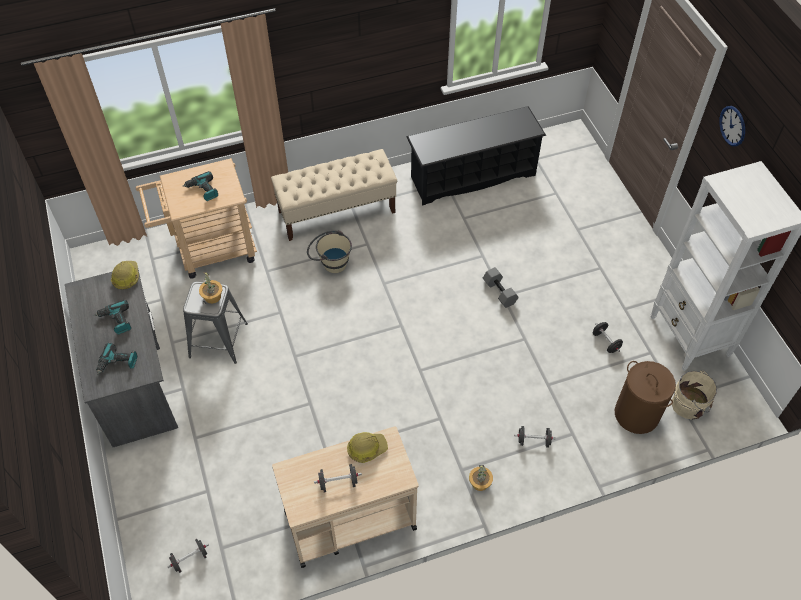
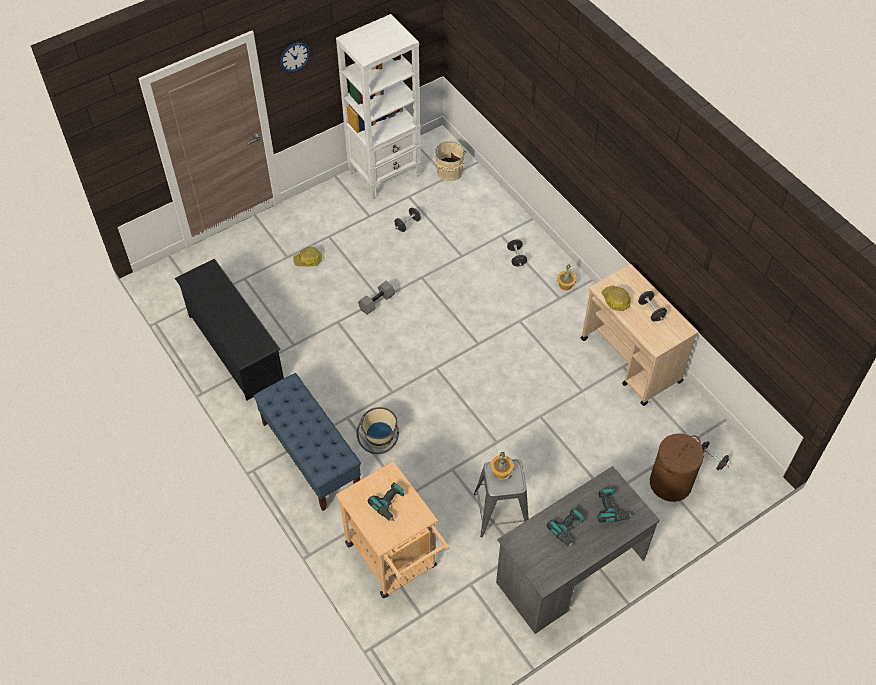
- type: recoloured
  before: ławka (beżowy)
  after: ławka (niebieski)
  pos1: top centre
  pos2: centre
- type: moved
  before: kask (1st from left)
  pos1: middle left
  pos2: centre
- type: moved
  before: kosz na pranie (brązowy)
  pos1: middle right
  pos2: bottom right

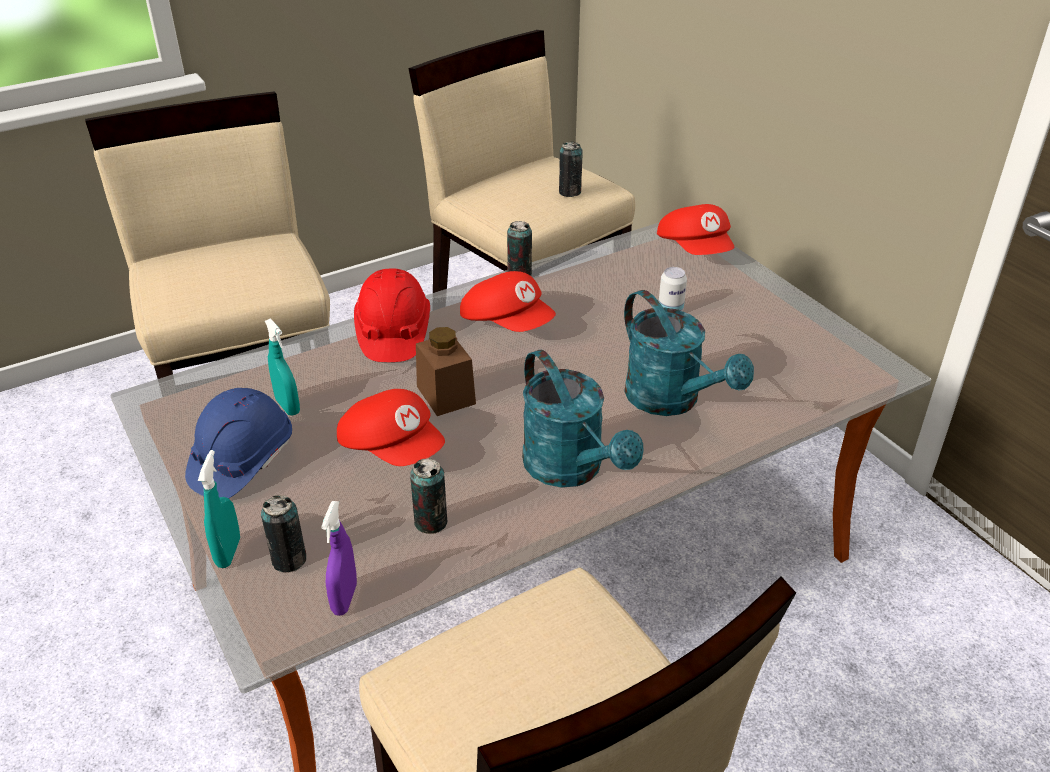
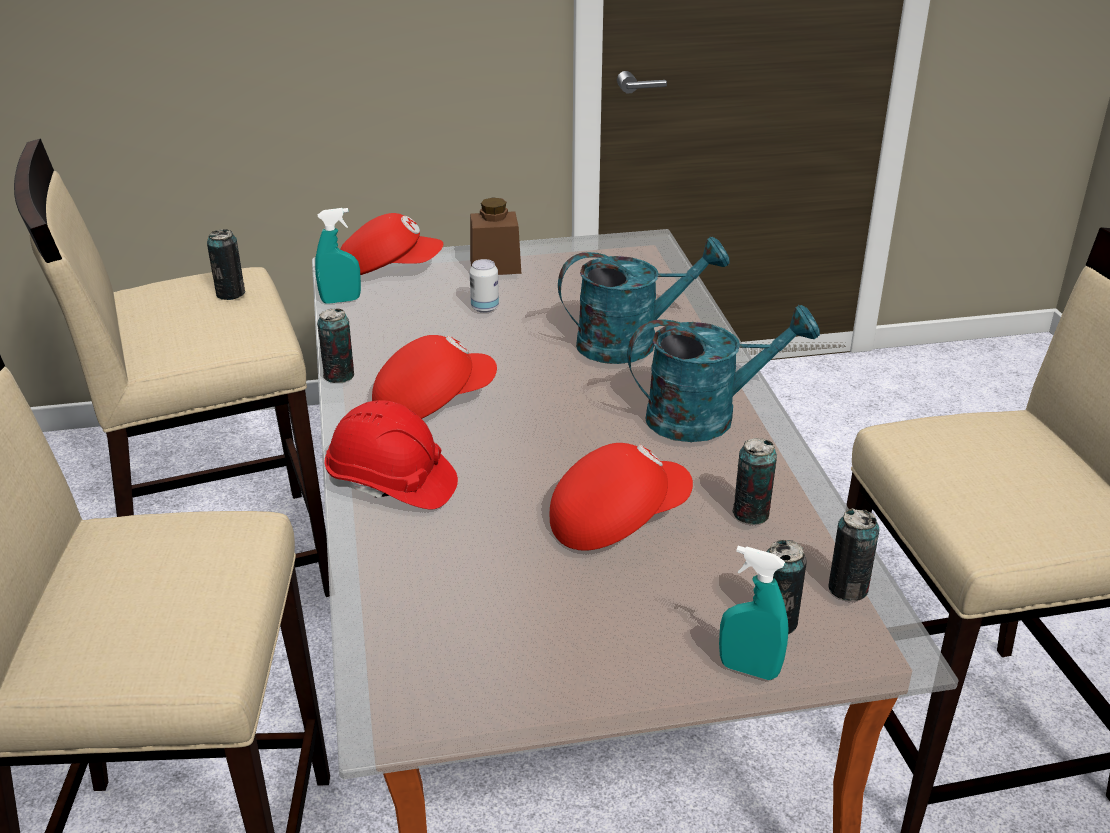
- type: moved
  before: spryskiwacz (turkusowy) (2nd from left in the first image)
  after: spryskiwacz (turkusowy) (1st from left)
  pos1: middle left
  pos2: top left
- type: moved
  before: słoik (brązowy)
  pos1: centre
  pos2: top centre
- type: replaced
  before: spryskiwacz (fioletowy)
  after: puszka (6th from left)
  pos1: bottom left
  pos2: middle right
- type: removed
  before: kask (niebieski)
  pos1: middle left

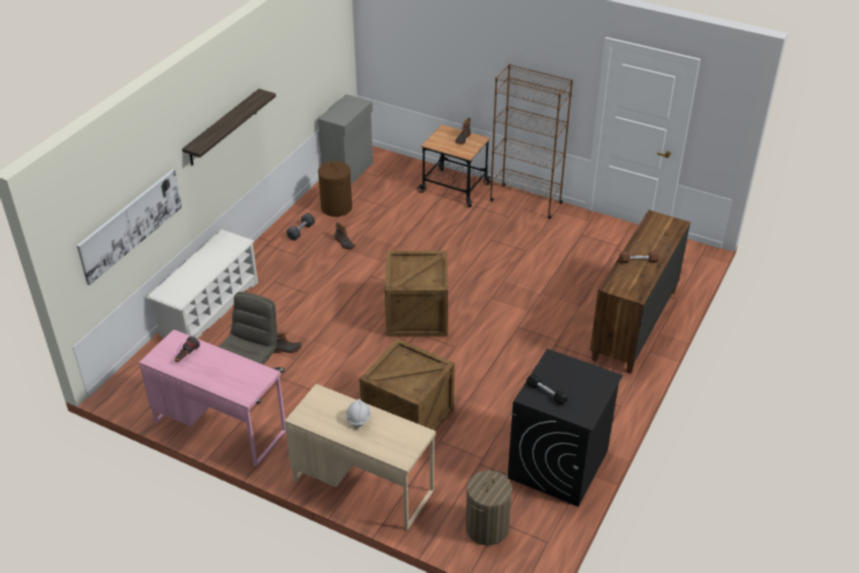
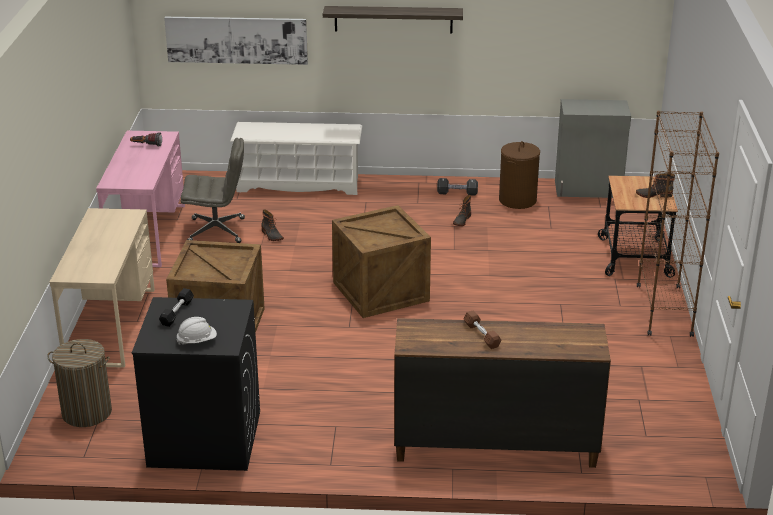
- type: moved
  before: kask (biały)
  pos1: bottom centre
  pos2: middle left

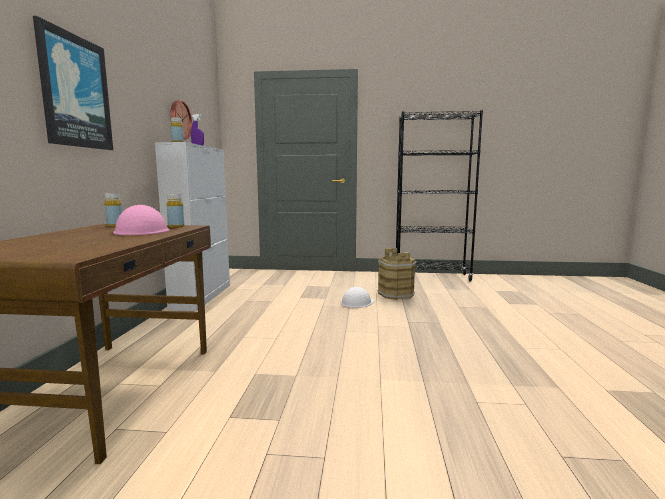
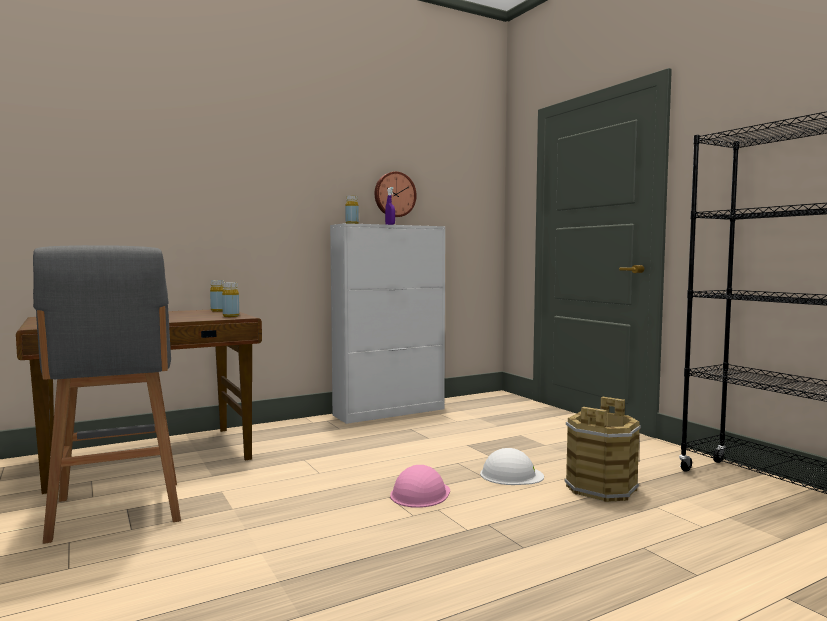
- type: added
  after: stołek (szary)
  pos2: middle left
- type: moved
  before: kask (różowy)
  pos1: middle left
  pos2: bottom centre
- type: removed
  before: obraz
  pos1: top left

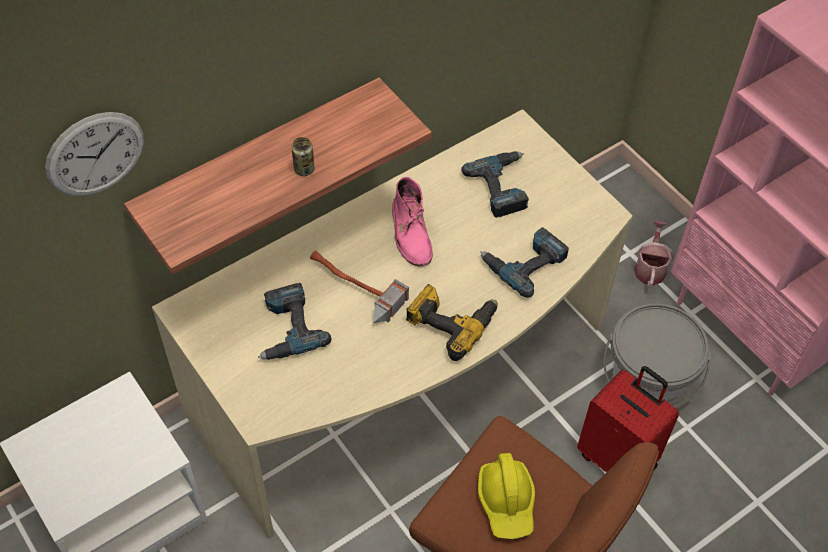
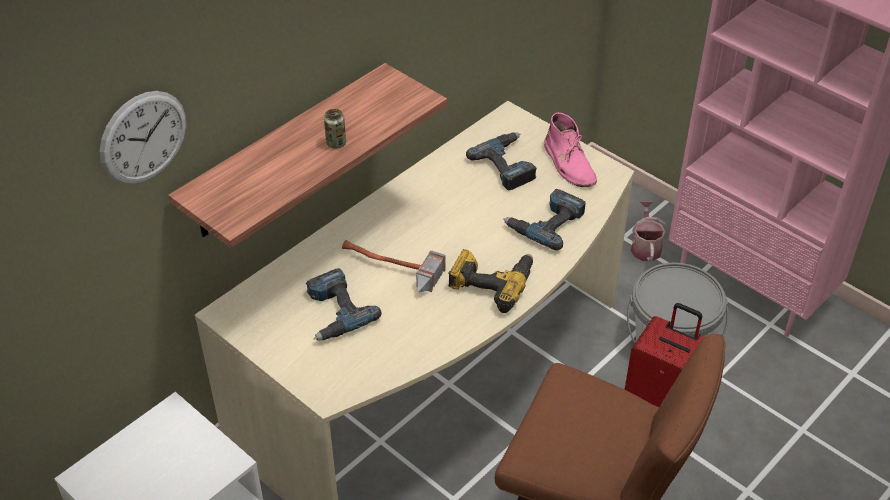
- type: moved
  before: but z cholewką (różowy)
  pos1: centre
  pos2: top centre
- type: removed
  before: kask (żółty)
  pos1: bottom centre

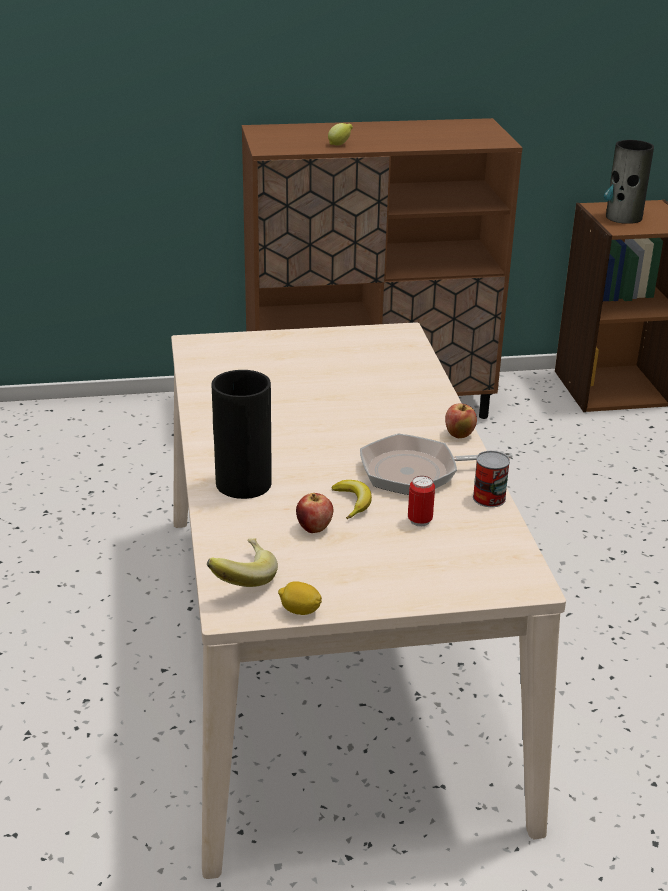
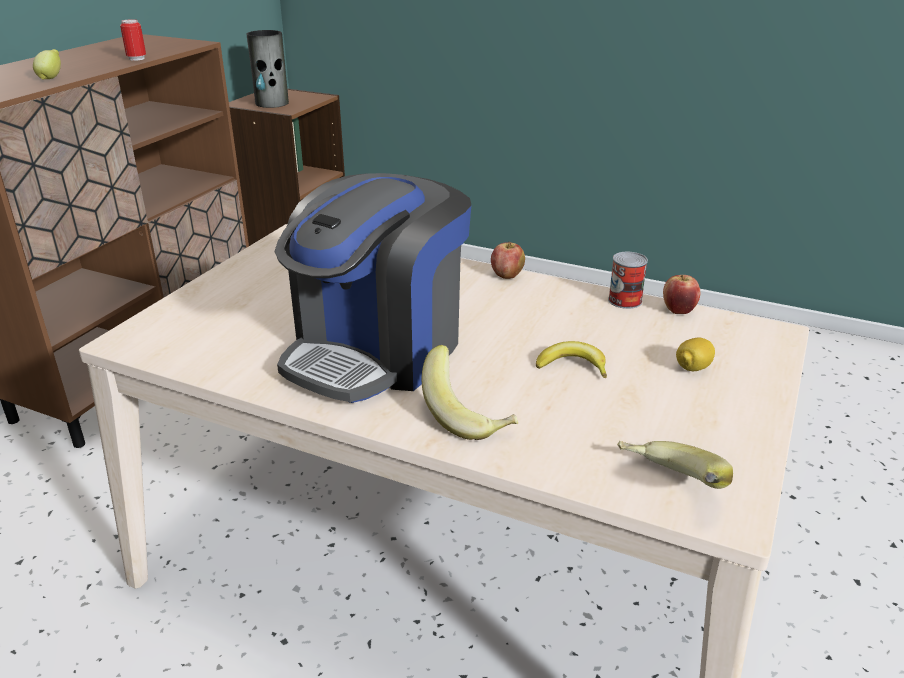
- type: moved
  before: puszka (1st from left)
  pos1: centre
  pos2: top left
- type: added
  after: ekspres do kawy
  pos2: centre
- type: replaced
  before: wazon (1st from left)
  after: banan (1st from left)
  pos1: centre
  pos2: centre
- type: moved
  before: jabłko (1st from left in the first image)
  after: jabłko (2nd from left)
  pos1: centre
  pos2: middle right
- type: moved
  before: cytryna (1st from left in the first image)
  after: cytryna (2nd from left)
  pos1: bottom centre
  pos2: middle right
- type: removed
  before: patelnia
  pos1: centre

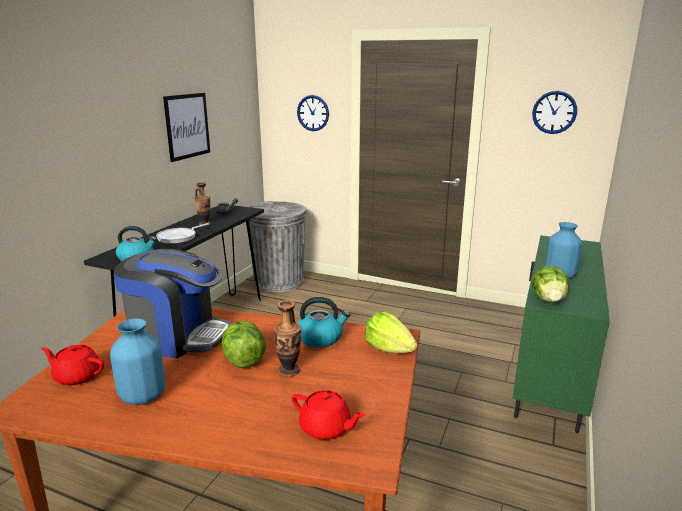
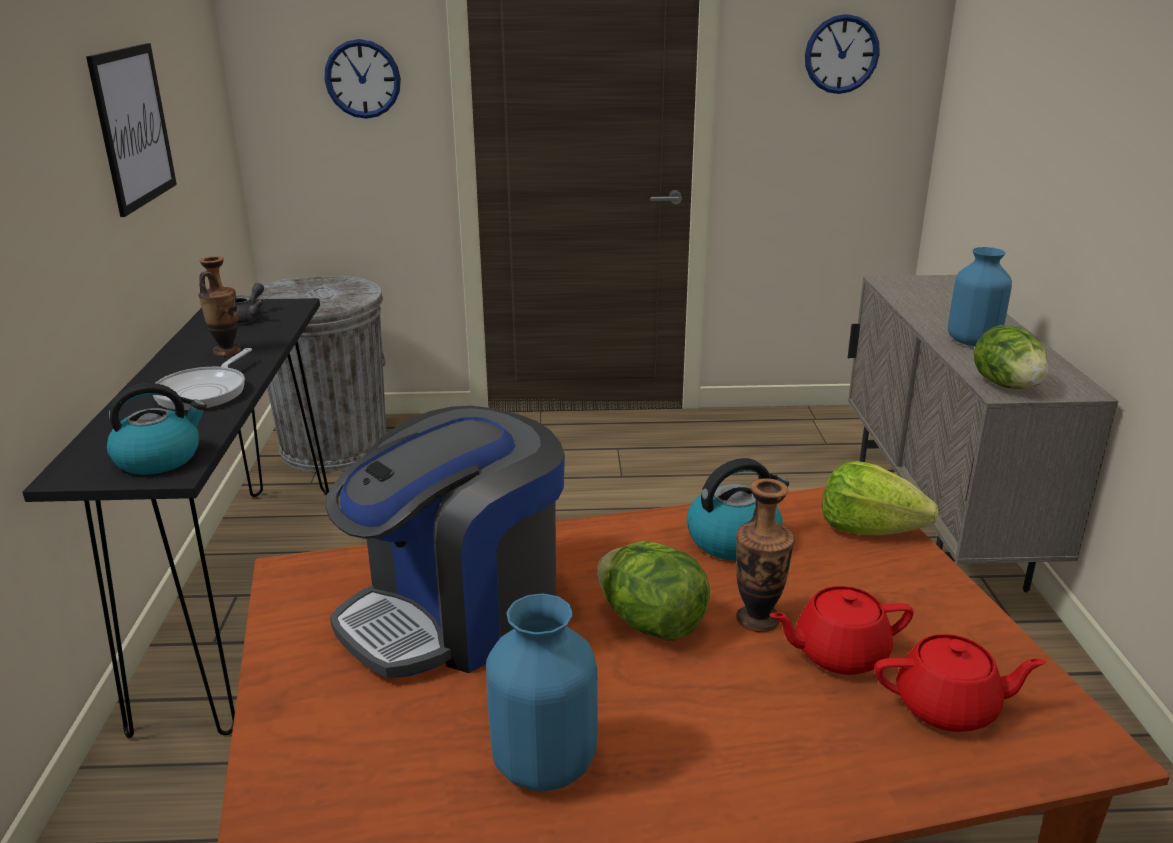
- type: turned
  before: ekspres do kawy
  pos1: middle left
  pos2: centre
  turn: 150
- type: moved
  before: imbryk (czerwony) (1st from left)
  pos1: bottom left
  pos2: bottom right
- type: recoloured
  before: szafka (zielony)
  after: szafka (beżowy)
  pos1: middle right
  pos2: middle right

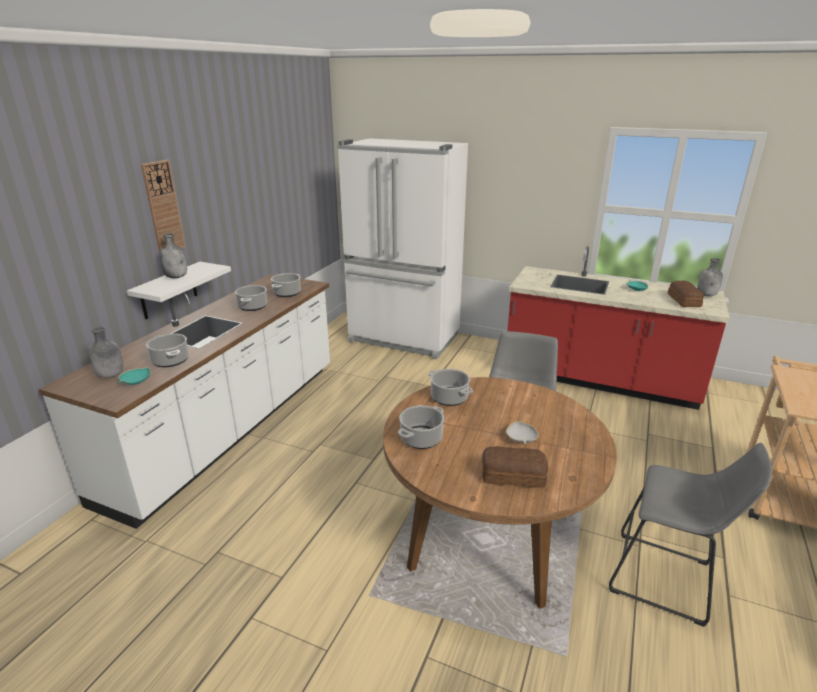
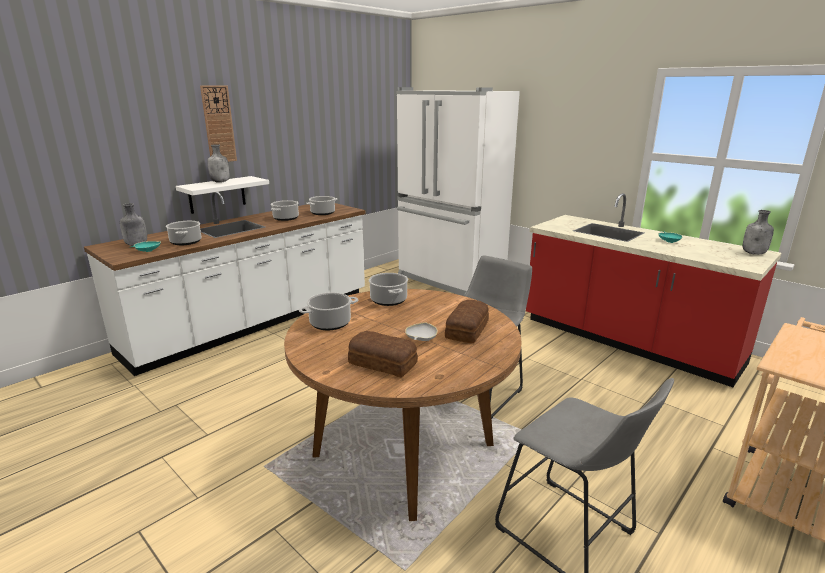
- type: moved
  before: chleb (2nd from left)
  pos1: middle right
  pos2: centre

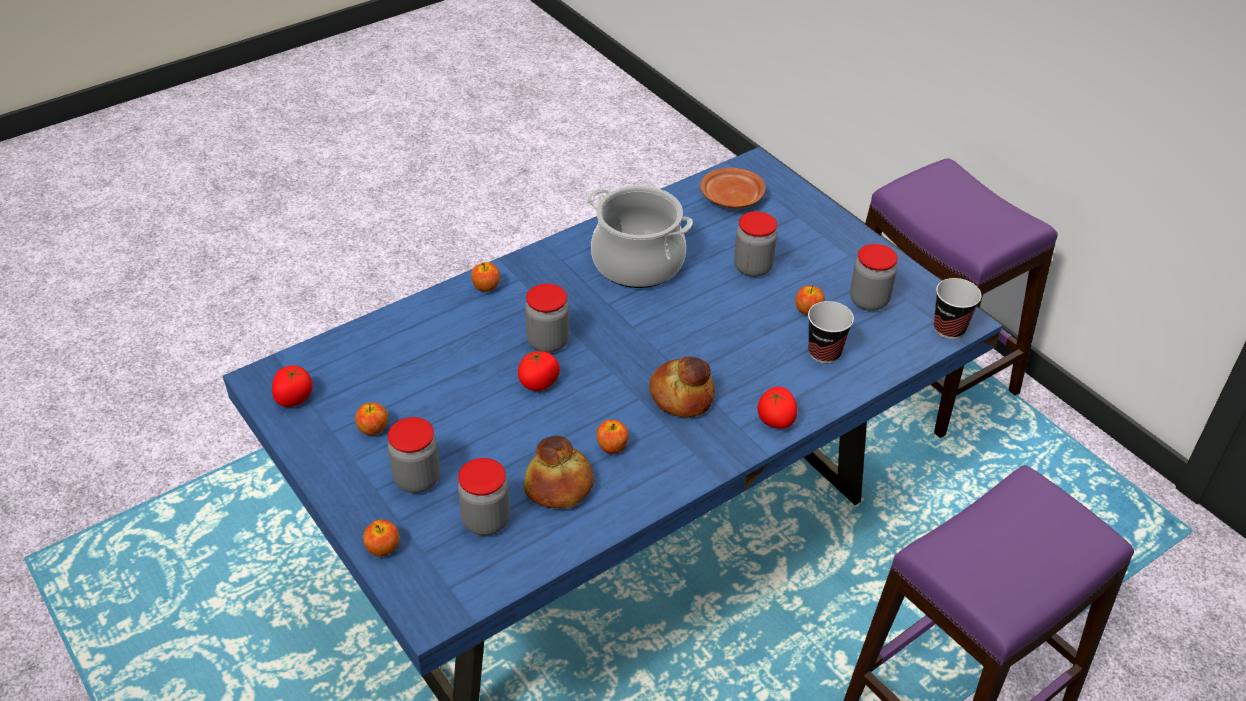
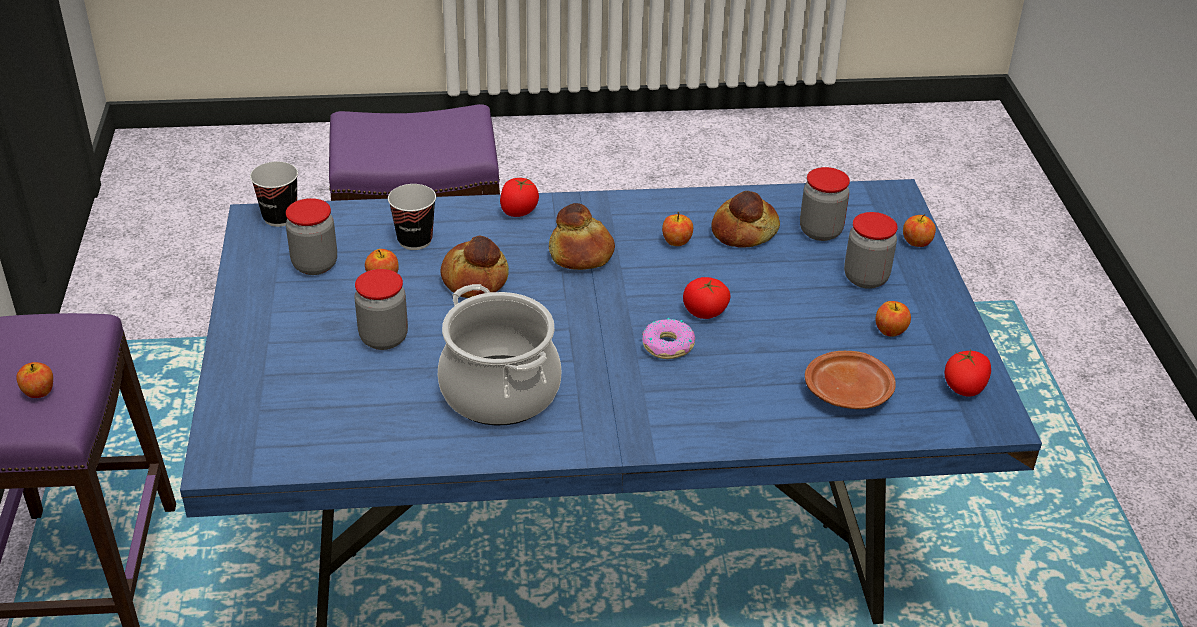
- type: moved
  before: jabłko (3rd from left in the first image)
  after: jabłko (1st from left)
  pos1: centre
  pos2: middle left
- type: added
  after: chleb (1st from left)
  pos2: centre
- type: replaced
  before: słoik (3rd from left)
  after: donut
  pos1: centre
  pos2: centre
- type: moved
  before: talerz (brązowy)
  pos1: top centre
  pos2: middle right

